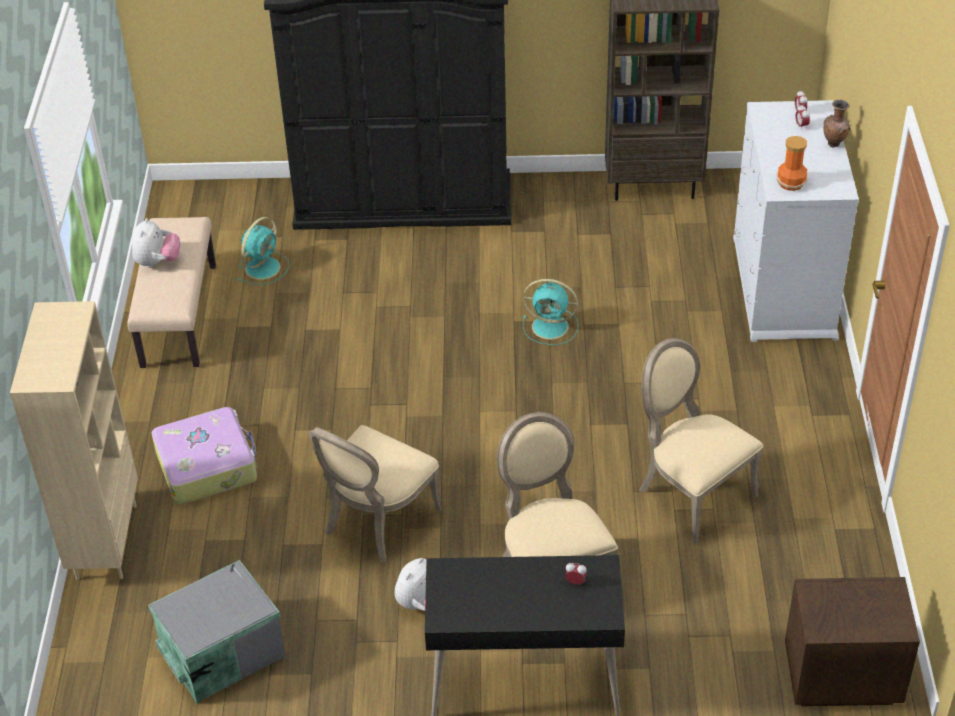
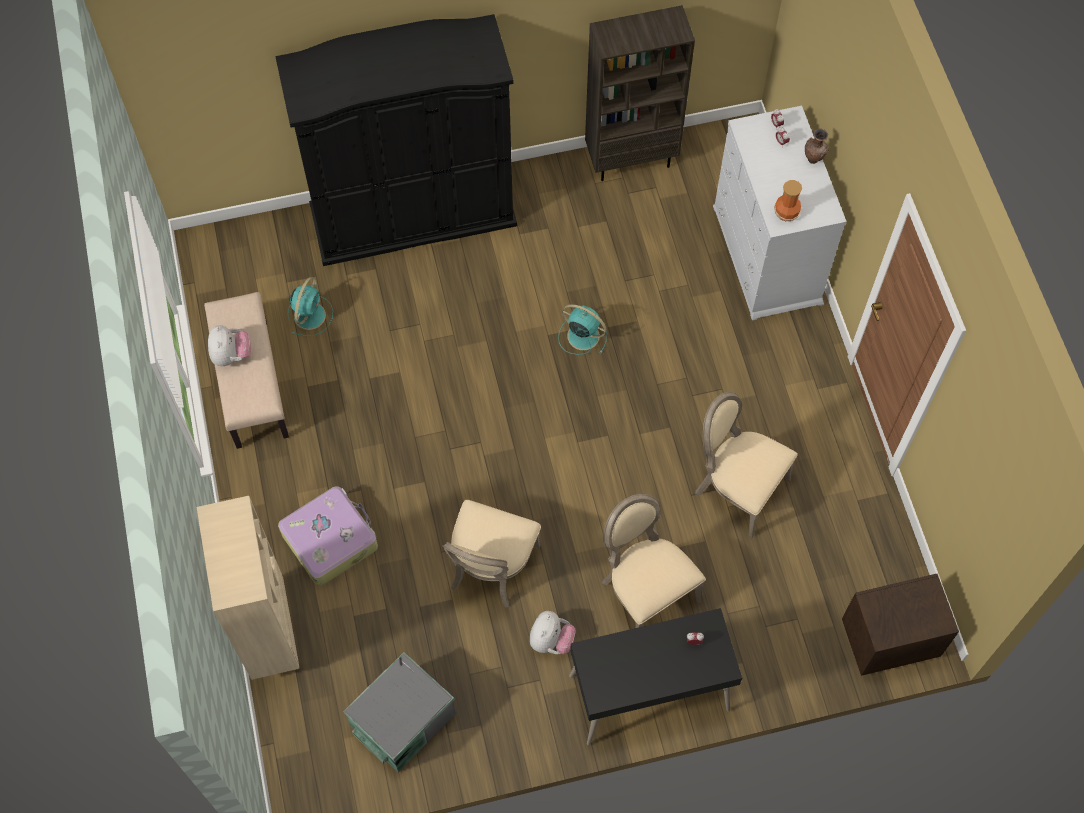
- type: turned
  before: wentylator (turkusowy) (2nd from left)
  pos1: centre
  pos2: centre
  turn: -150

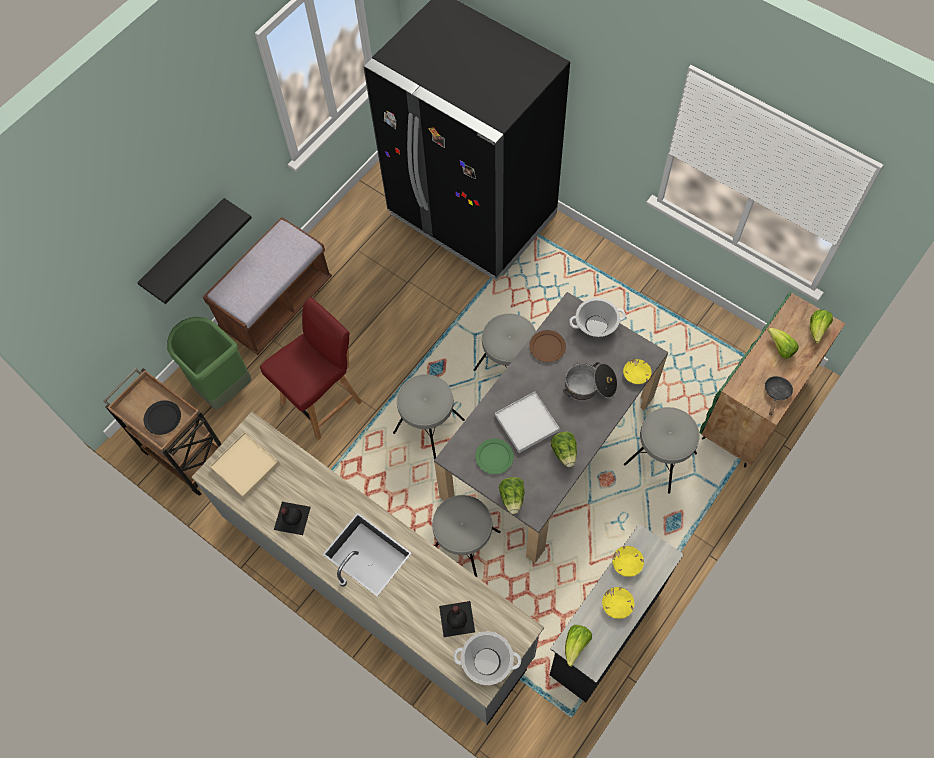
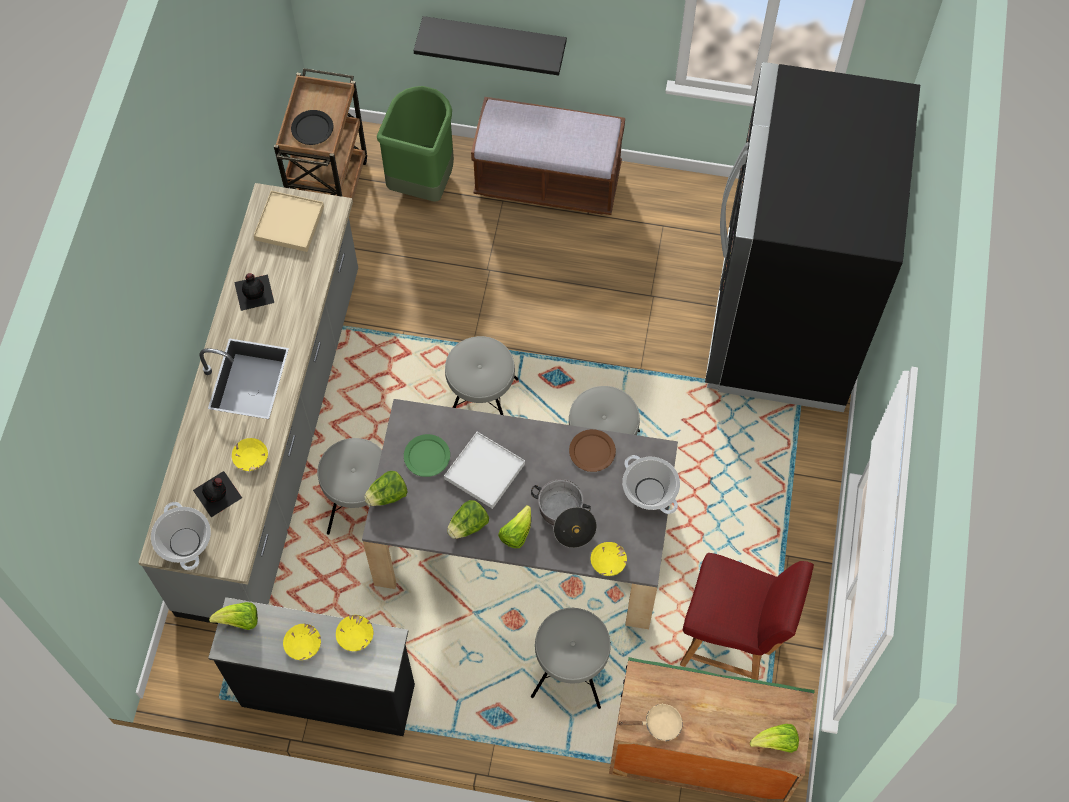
- type: added
  after: miska (żółty) (1st from left)
  pos2: middle left
- type: moved
  before: sałata (4th from left)
  pos1: middle right
  pos2: centre
- type: recoloured
  before: patelnia (czarny)
  after: patelnia (beżowy)
  pos1: middle right
  pos2: bottom centre
- type: moved
  before: krzesło (czerwony)
  pos1: middle left
  pos2: bottom right

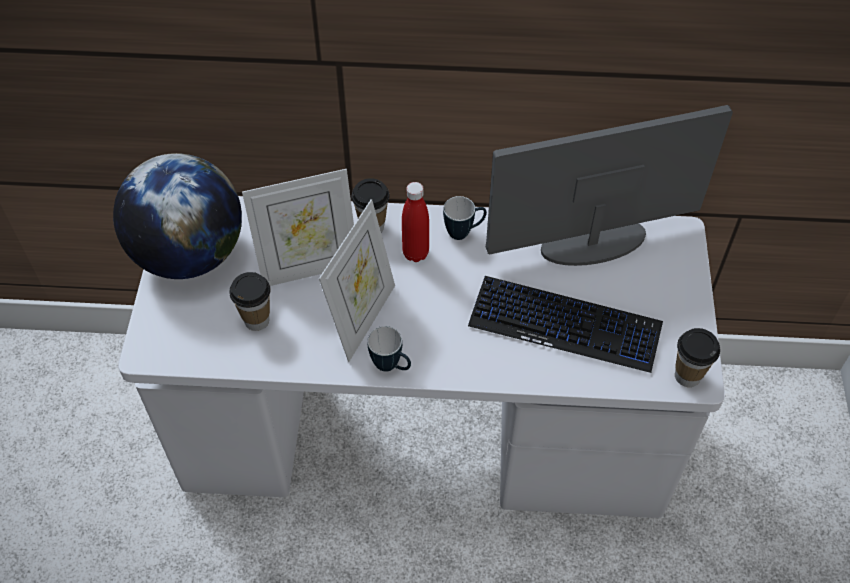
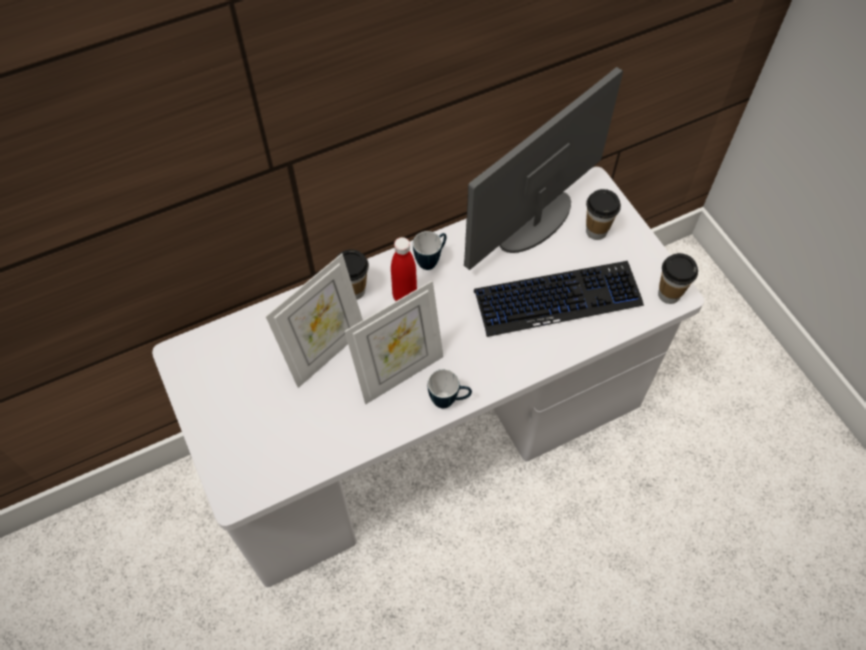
- type: turned
  before: ramka na zdjęcie (2nd from left)
  pos1: centre
  pos2: centre
  turn: 60
- type: moved
  before: filiżanka (1st from left in the first image)
  after: filiżanka (2nd from left)
  pos1: middle left
  pos2: top right
- type: removed
  before: globus
  pos1: middle left

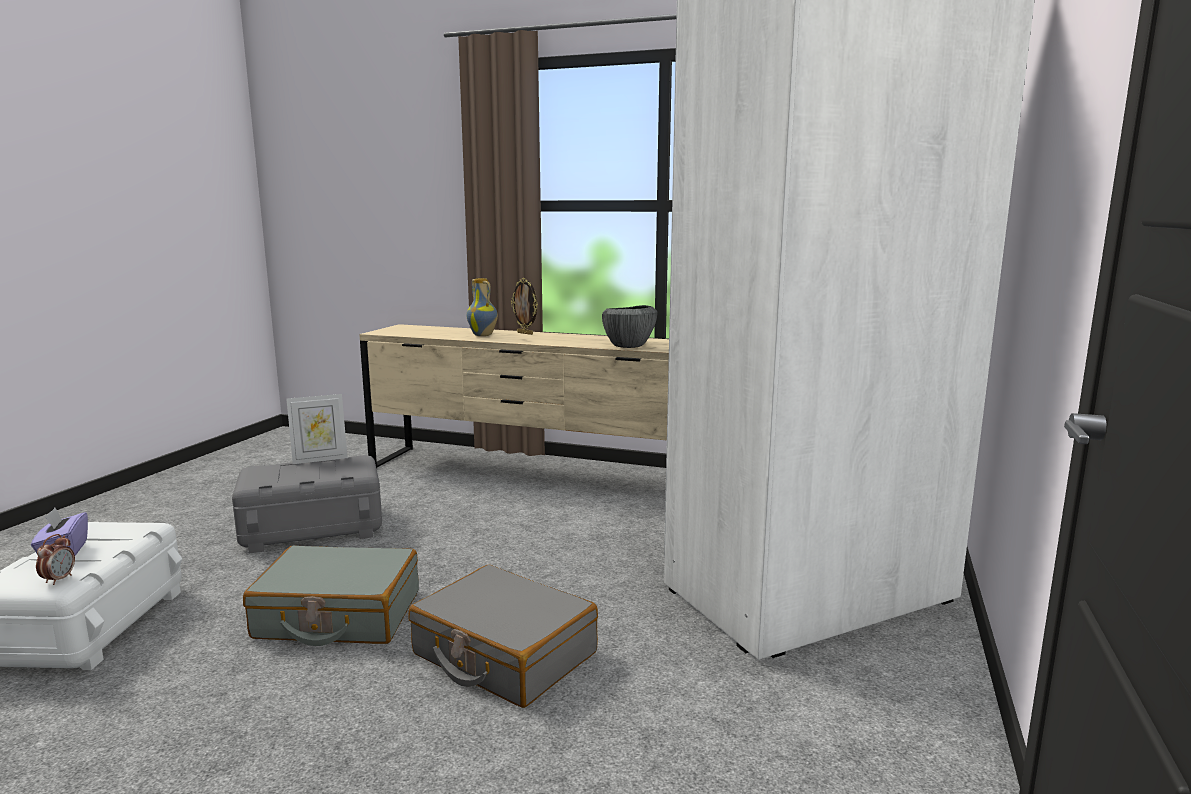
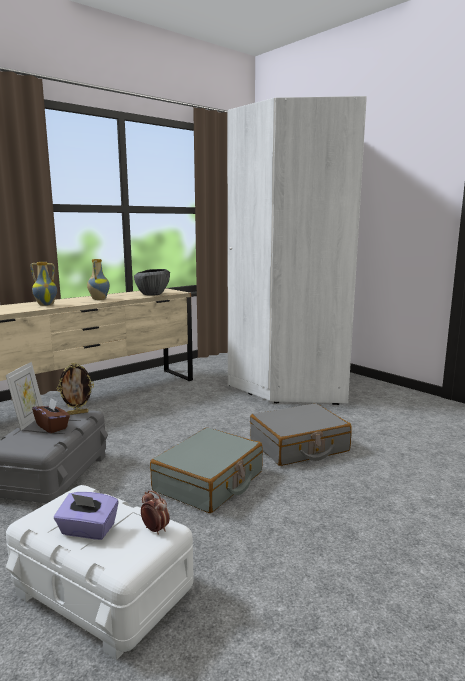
- type: added
  after: pudełko chusteczek (brązowy)
  pos2: middle left
- type: moved
  before: ramka na zdjęcie (2nd from left)
  pos1: centre
  pos2: middle left
- type: added
  after: wazon (2nd from left)
  pos2: middle left

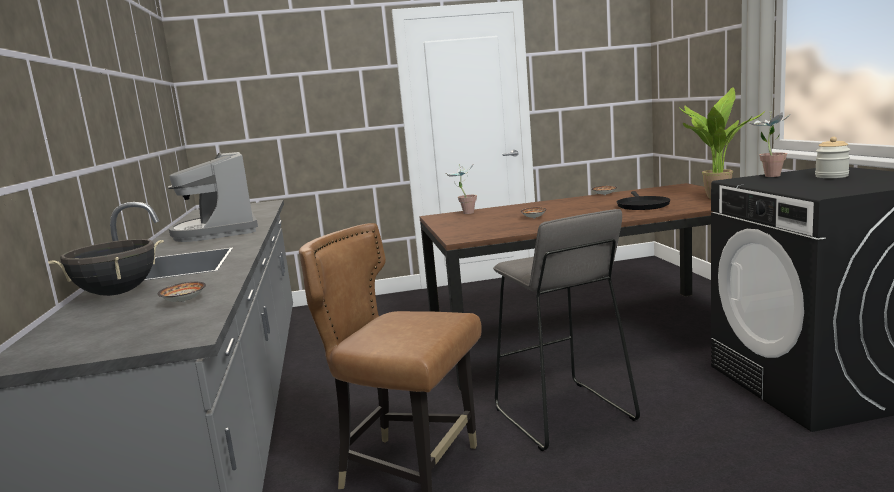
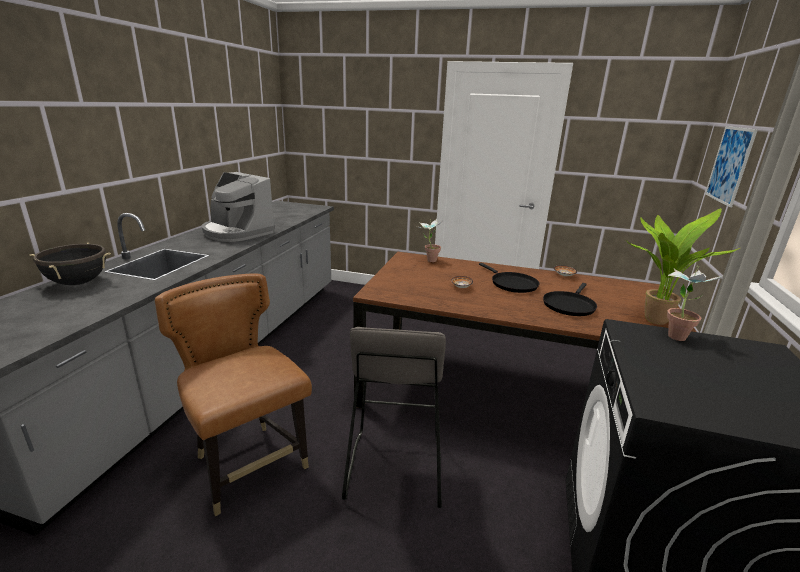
- type: turned
  before: ekspres do kawy
  pos1: middle left
  pos2: middle left
  turn: -60
- type: added
  after: patelnia (czarny) (1st from left)
  pos2: centre
- type: added
  after: obraz
  pos2: top right
- type: removed
  before: miska (1st from left)
  pos1: middle left
- type: removed
  before: słoik
  pos1: top right

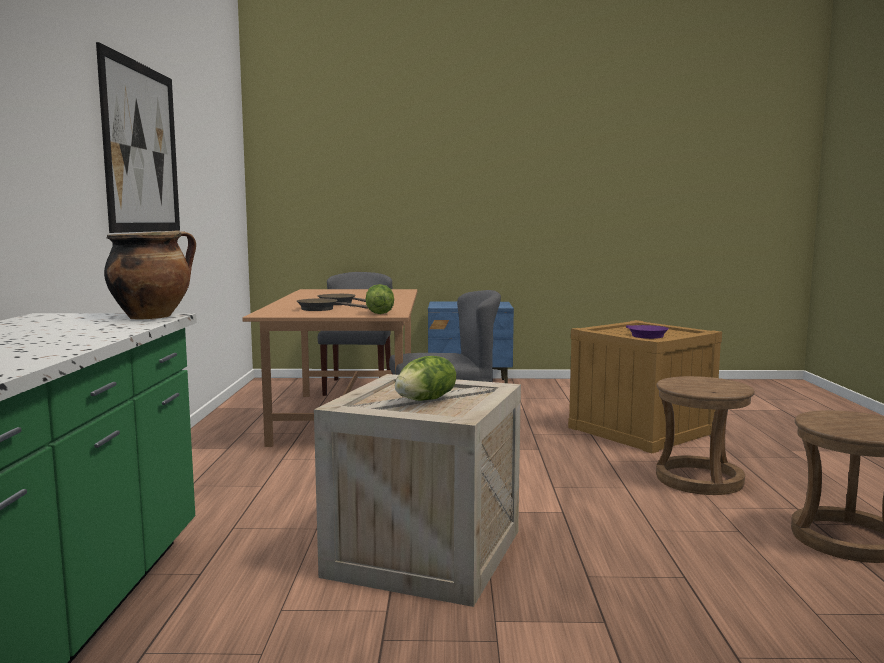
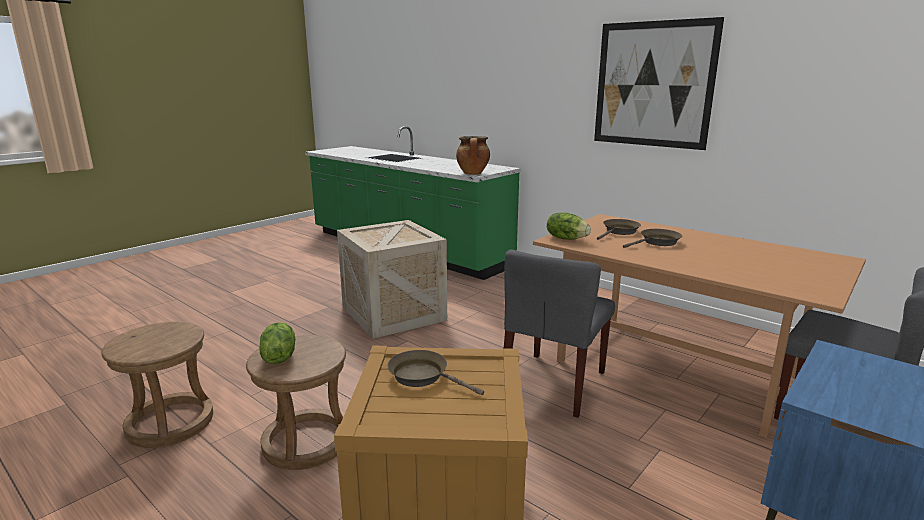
- type: moved
  before: sałata (2nd from left in the first image)
  after: sałata (1st from left)
  pos1: centre
  pos2: middle left
- type: recoloured
  before: patelnia (fioletowy)
  after: patelnia (brązowy) (1st from left)
  pos1: middle right
  pos2: bottom centre

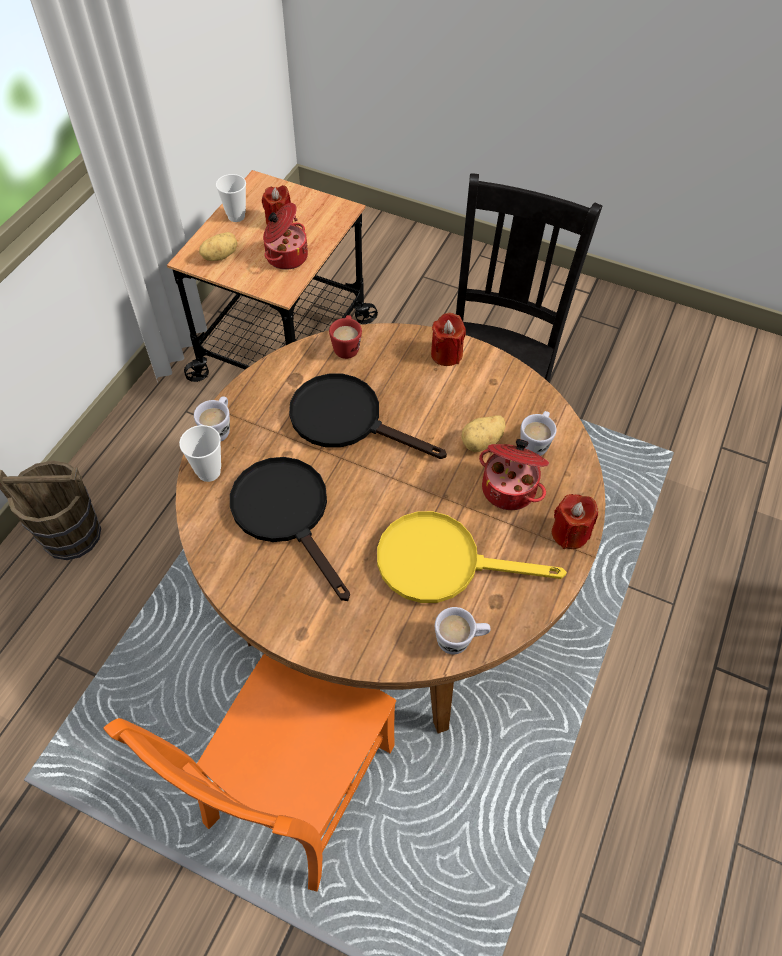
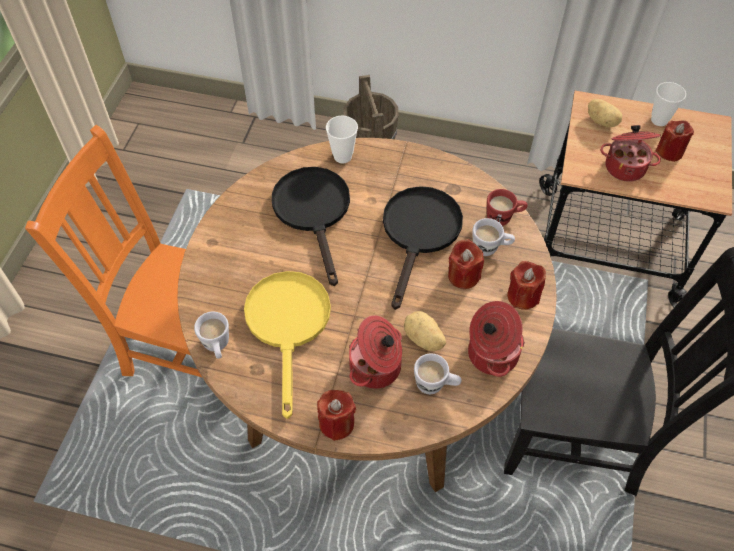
- type: turned
  before: patelnia (czarny) (1st from left)
  pos1: centre
  pos2: centre
  turn: -60
- type: added
  after: świeca (czerwony) (2nd from left)
  pos2: centre
- type: added
  after: garnek (2nd from left)
  pos2: middle right
- type: moved
  before: kubek (biały) (1st from left in the first image)
  after: kubek (biały) (3rd from left)
  pos1: middle left
  pos2: middle right

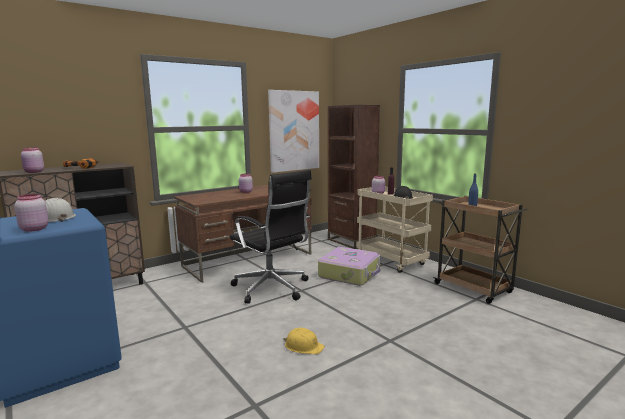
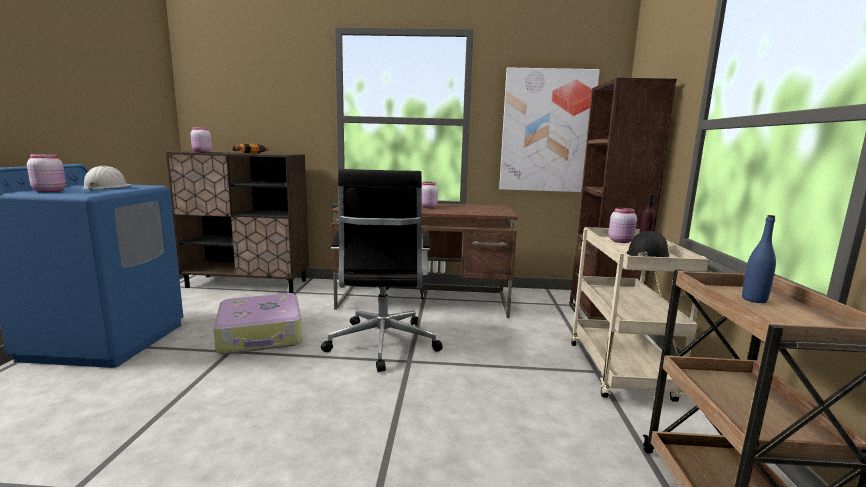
- type: moved
  before: walizka
  pos1: centre
  pos2: middle left
- type: removed
  before: kask (żółty)
  pos1: bottom centre

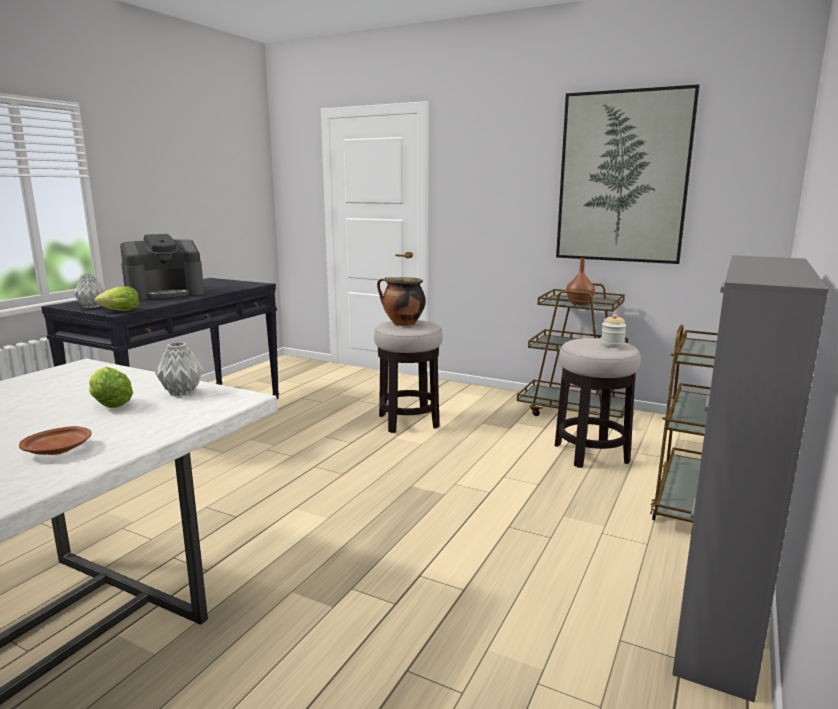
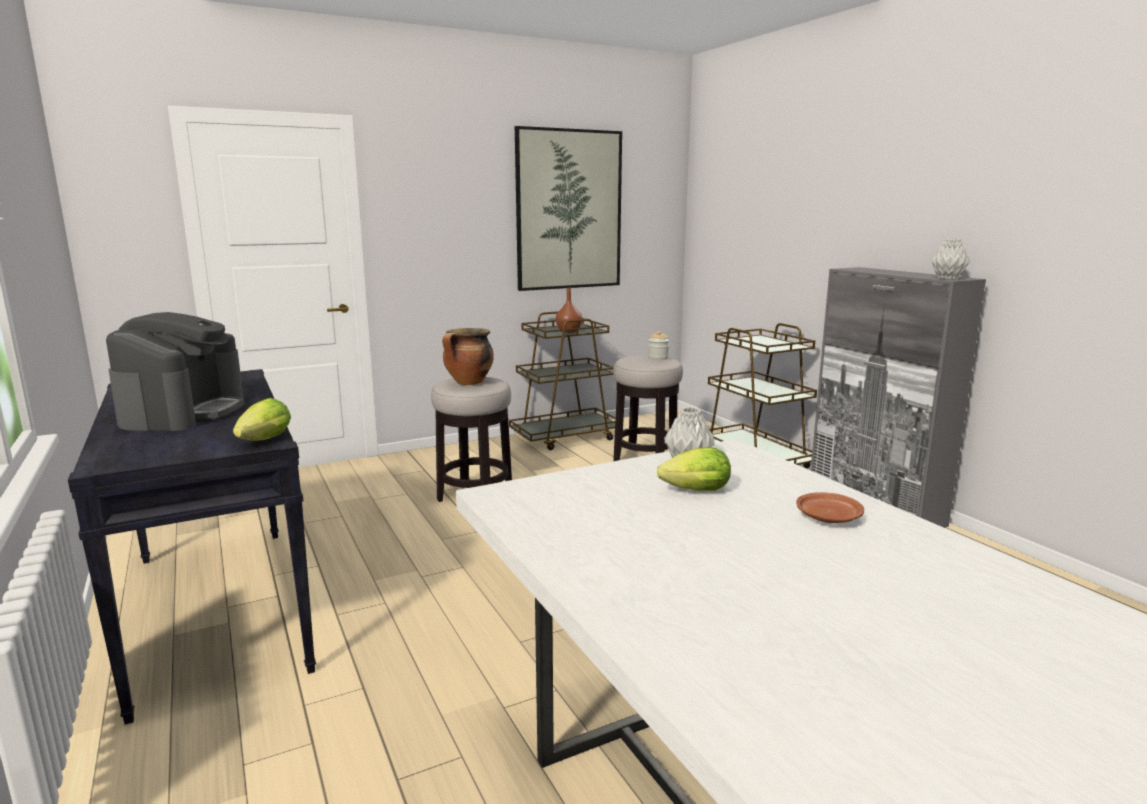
- type: moved
  before: wazon (szary) (1st from left in the first image)
  after: wazon (szary) (2nd from left)
  pos1: middle left
  pos2: top right

